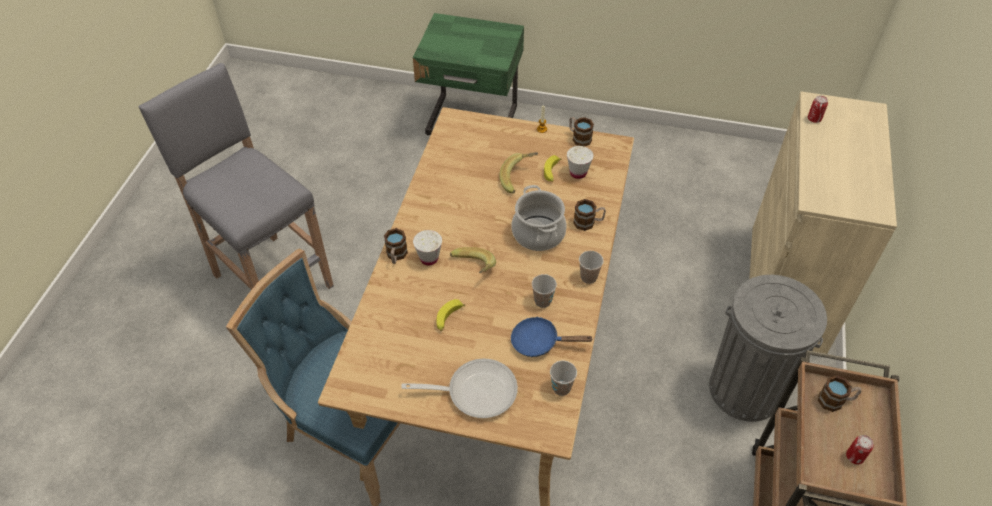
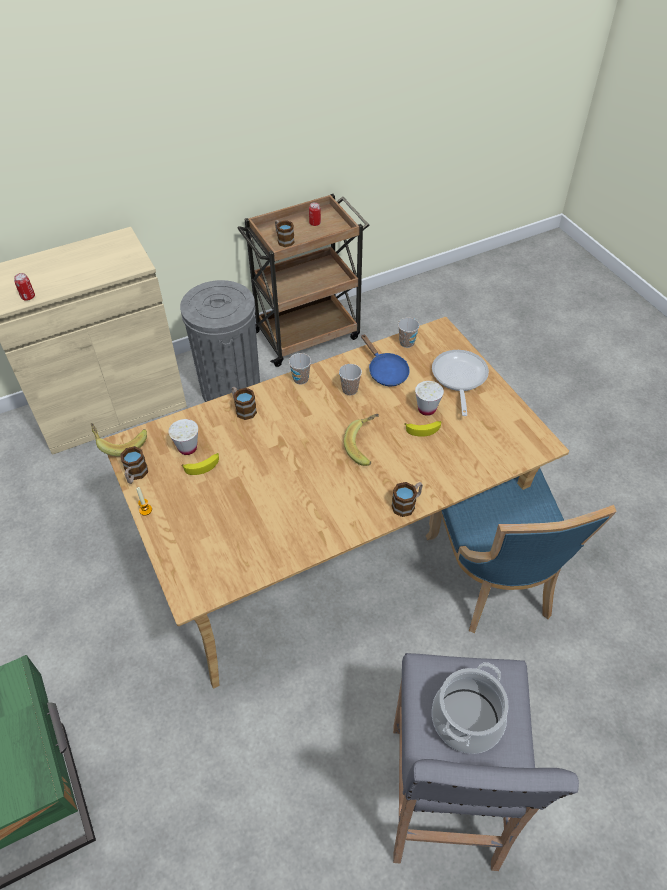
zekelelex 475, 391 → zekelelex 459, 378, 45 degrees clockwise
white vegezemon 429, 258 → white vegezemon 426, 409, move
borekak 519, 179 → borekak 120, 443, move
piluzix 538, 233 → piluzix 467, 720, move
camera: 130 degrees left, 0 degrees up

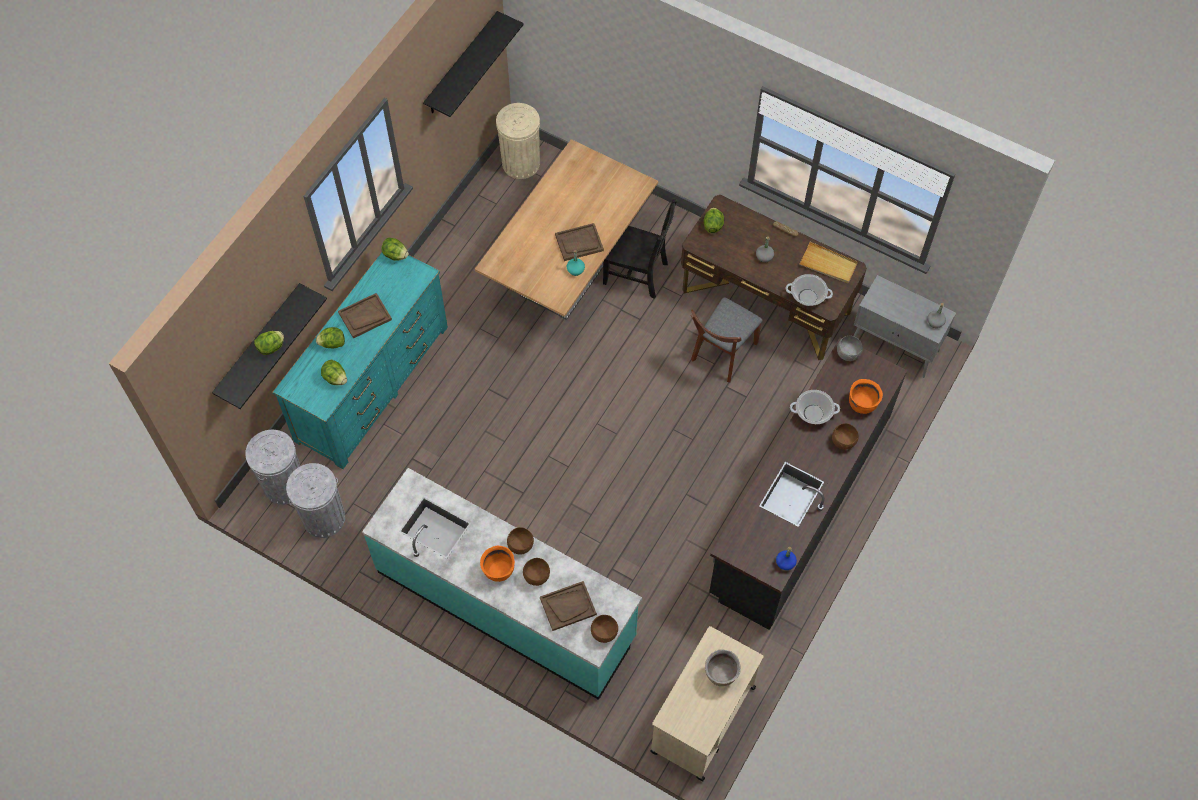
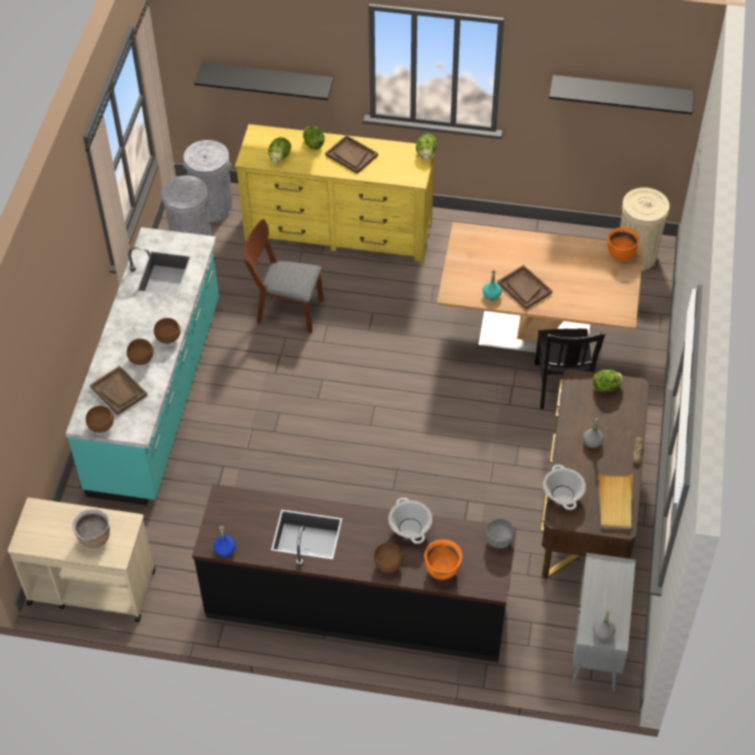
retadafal 271, 347 → -
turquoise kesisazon 372, 383 → yellow kesisazon 338, 230
orange piluzix 499, 571 → orange piluzix 620, 254, move
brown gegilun 721, 355 → brown gegilun 285, 309, move
camera: 70 degrees right, 10 degrees down

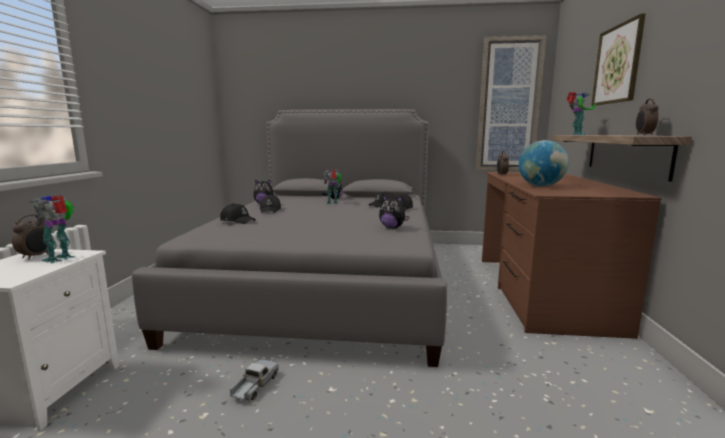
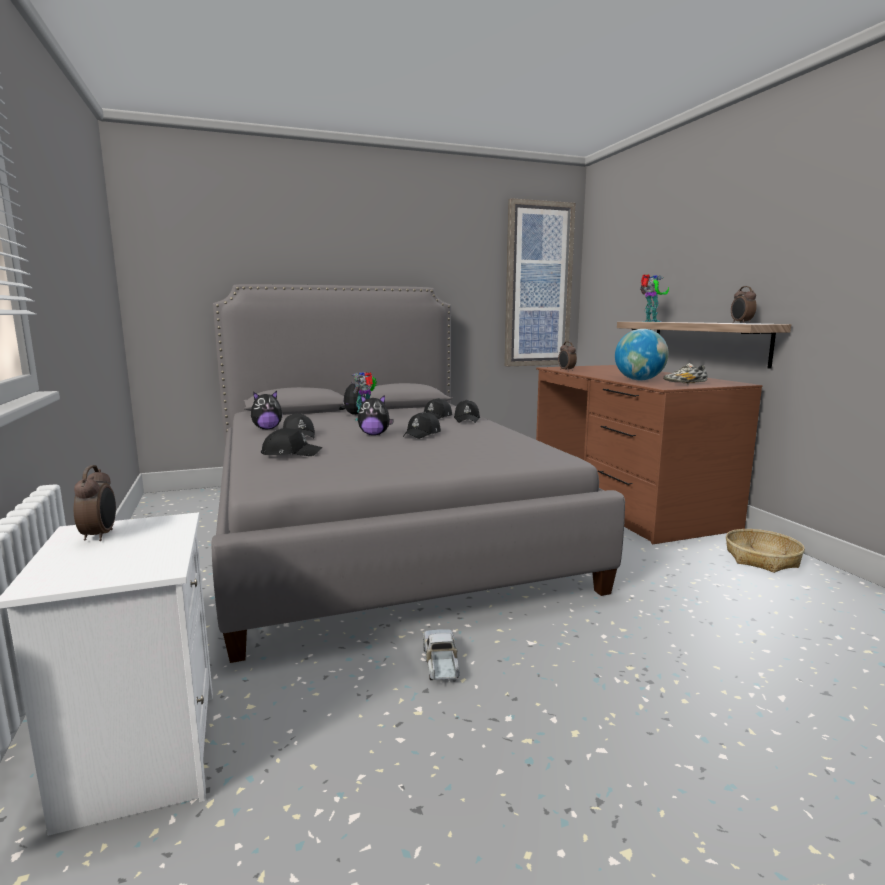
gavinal 61, 259 → -
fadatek 392, 227 → fadatek 374, 434, move
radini 617, 64 → -
- → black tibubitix 422, 434
- → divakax 685, 384
- → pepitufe 762, 559
camera: 25 degrees left, 0 degrees up

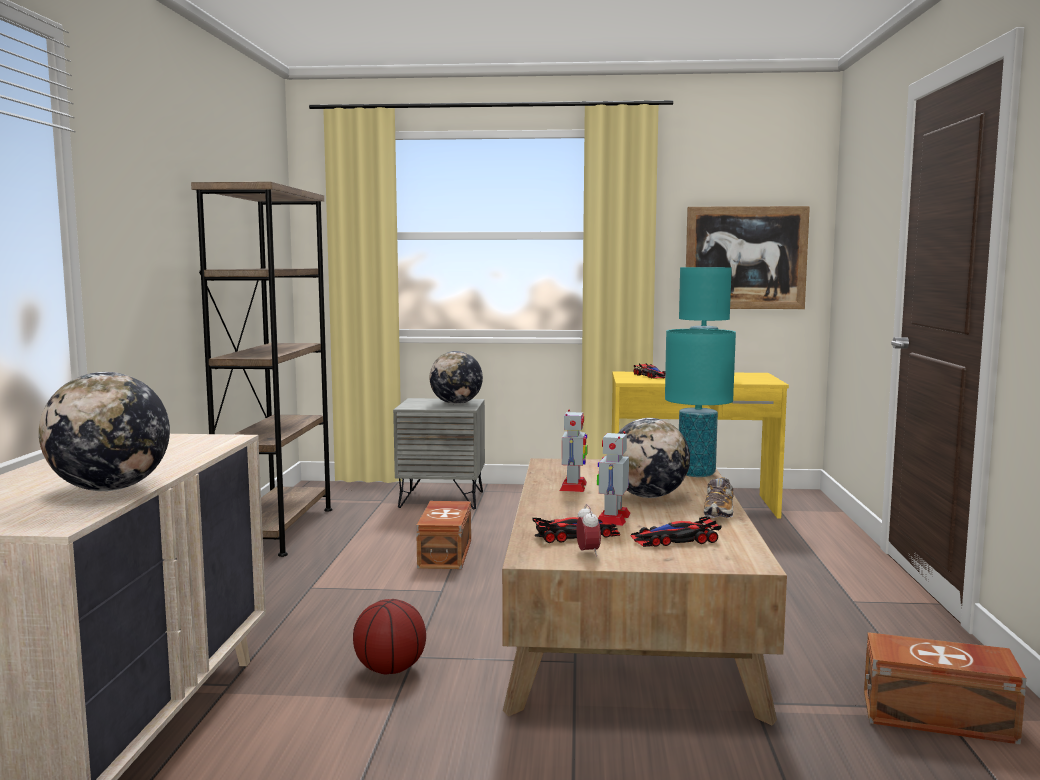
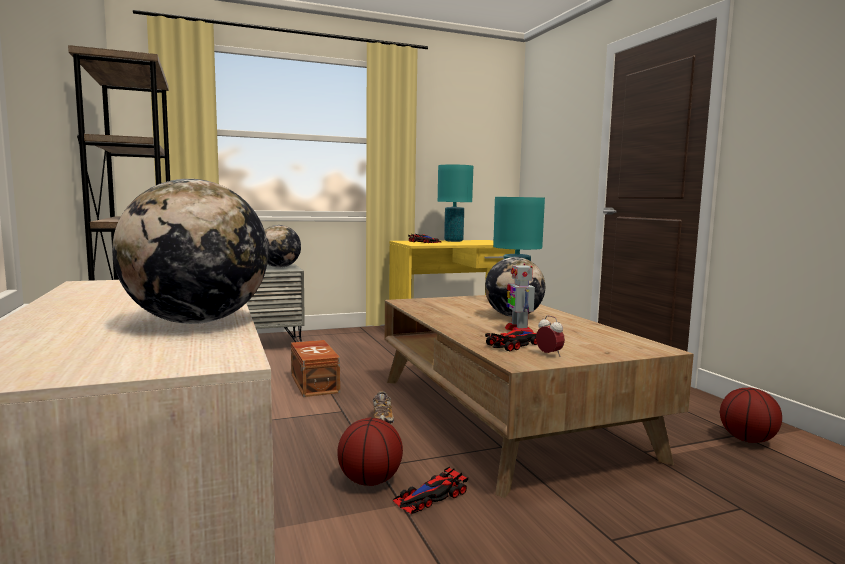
gavinal 573, 486 → -
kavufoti 675, 540 → kavufoti 430, 497, move
radini 745, 258 → -
divakax 719, 513 → divakax 382, 419, move
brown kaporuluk 940, 718 → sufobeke 748, 440
camera: 25 degrees left, 0 degrees up

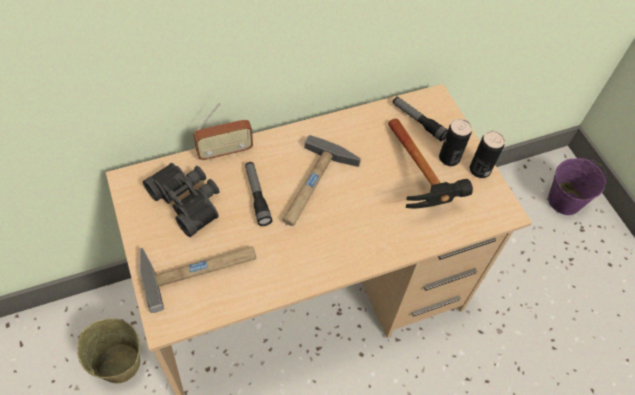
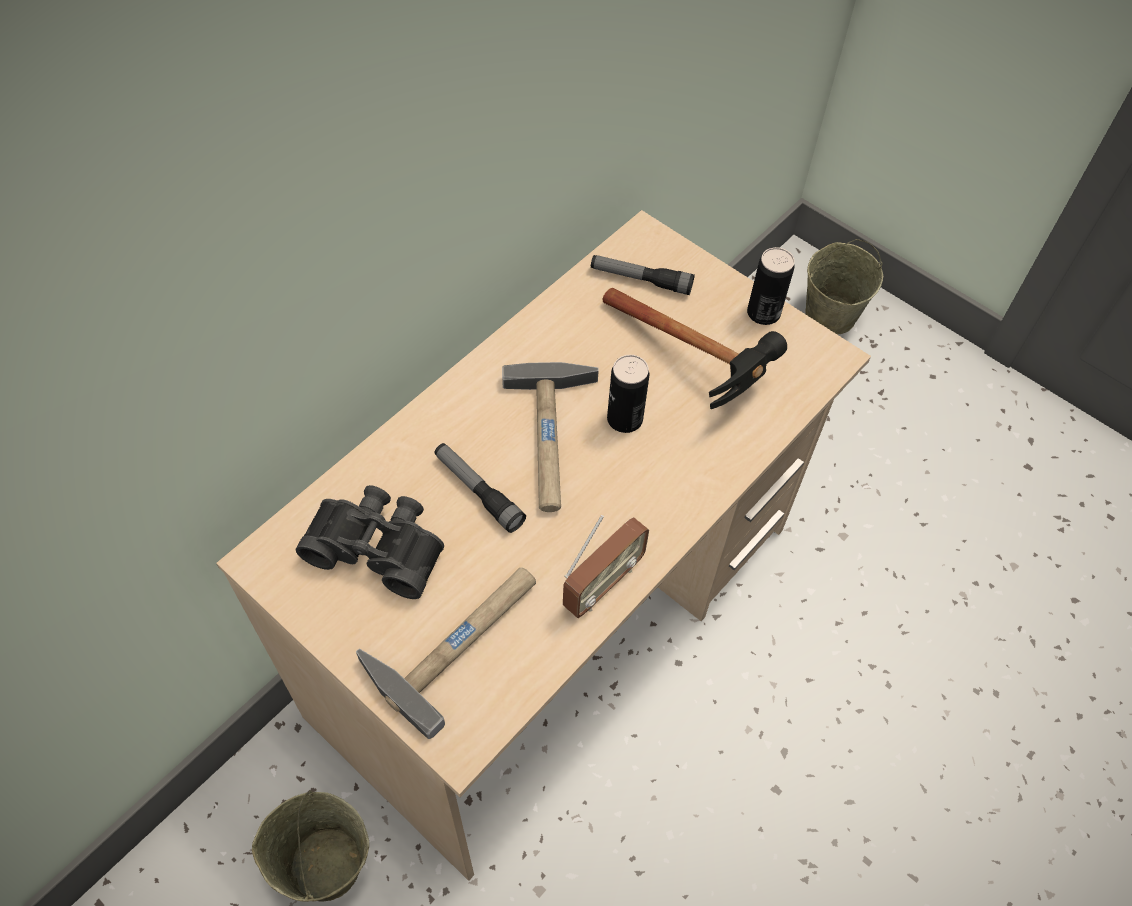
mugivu 225, 152 → mugivu 602, 584, move
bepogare 449, 158 → bepogare 624, 419, move
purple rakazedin 564, 200 → beige rakazedin 830, 314
camera: 25 degrees left, 0 degrees up

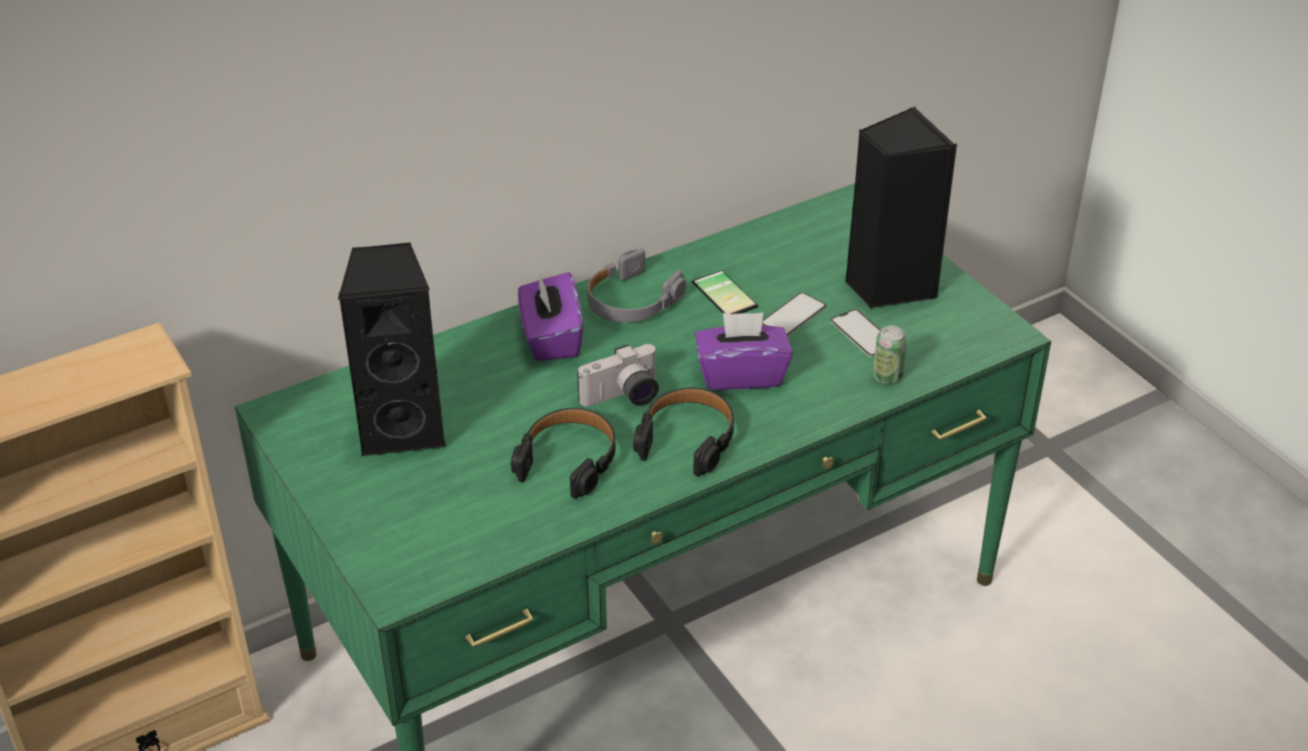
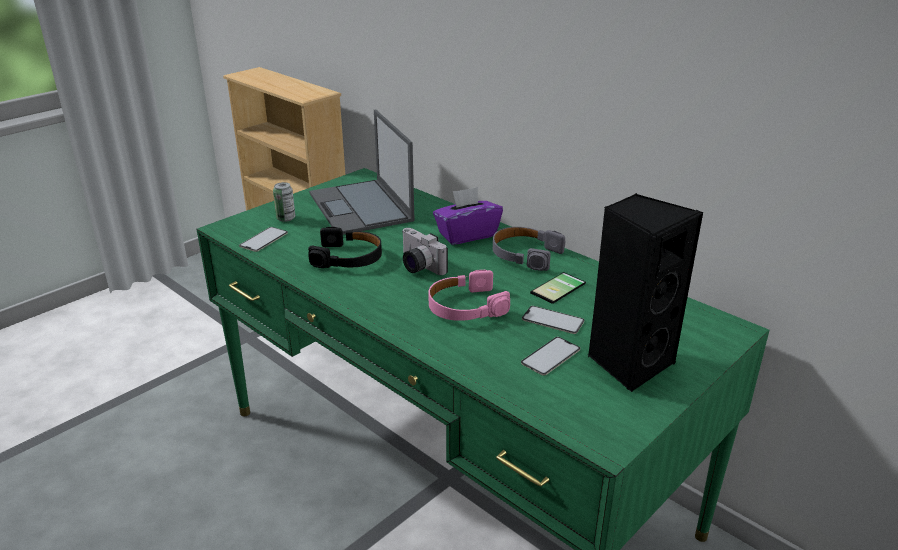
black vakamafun 403, 428 → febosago 361, 207
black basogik 687, 438 → -
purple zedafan 741, 374 → pink basogik 465, 307
bepogare 887, 377 → bepogare 286, 218, move
- → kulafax 263, 239
camera: 75 degrees right, 10 degrees down

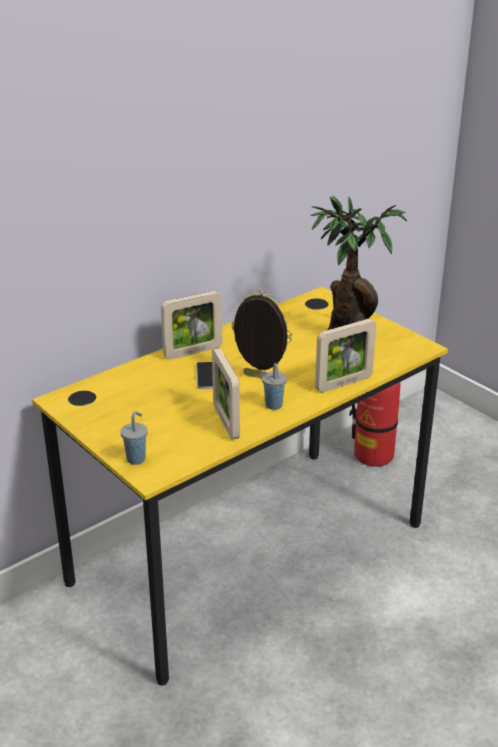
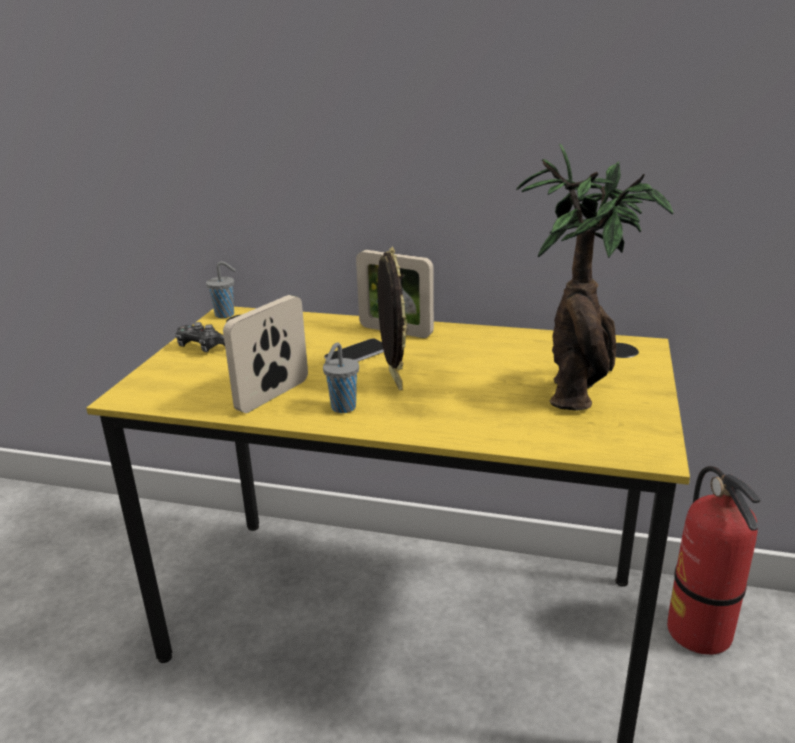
grey vegezemon 136, 458 → grey vegezemon 226, 315, move
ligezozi 343, 383 → -
- → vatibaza 203, 347
camera: 55 degrees right, 5 degrees down

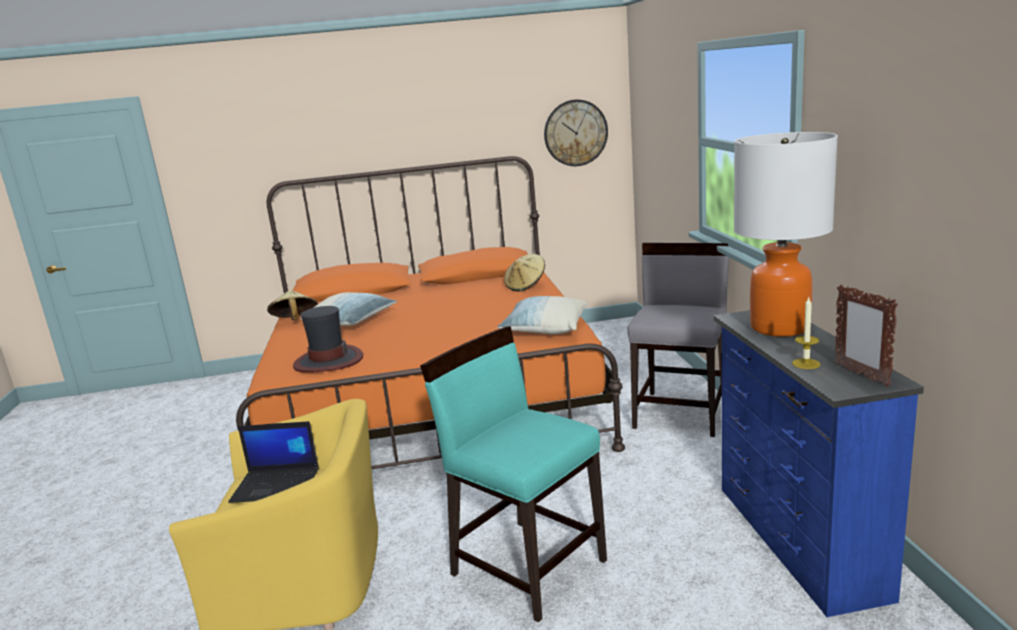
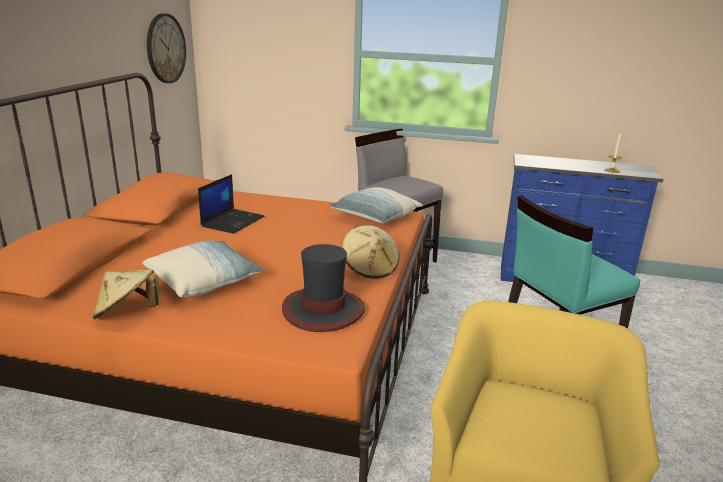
febosago 277, 485 → febosago 233, 221, move
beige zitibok 526, 286 → beige zitibok 370, 268, move
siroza 779, 327 → -
ligezozi 861, 375 → -
camera: 70 degrees left, 5 degrees up

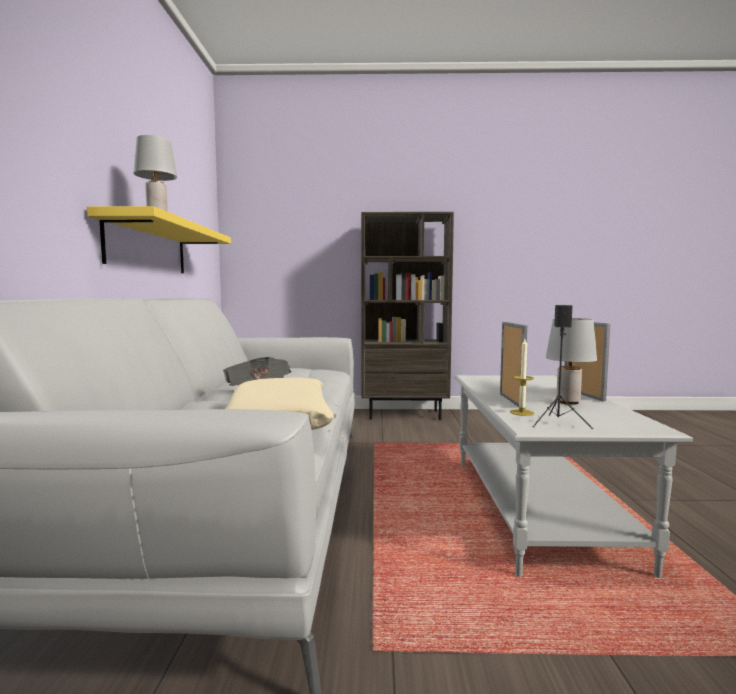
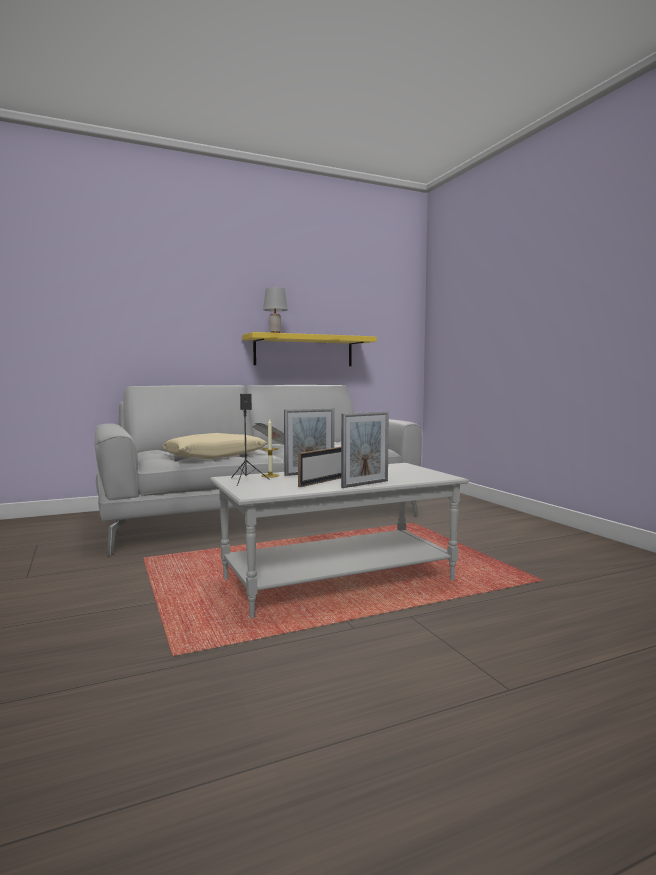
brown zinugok 404, 415 → -
grey siroza 567, 402 → ligezozi 323, 481
camera: 65 degrees right, 0 degrees up

